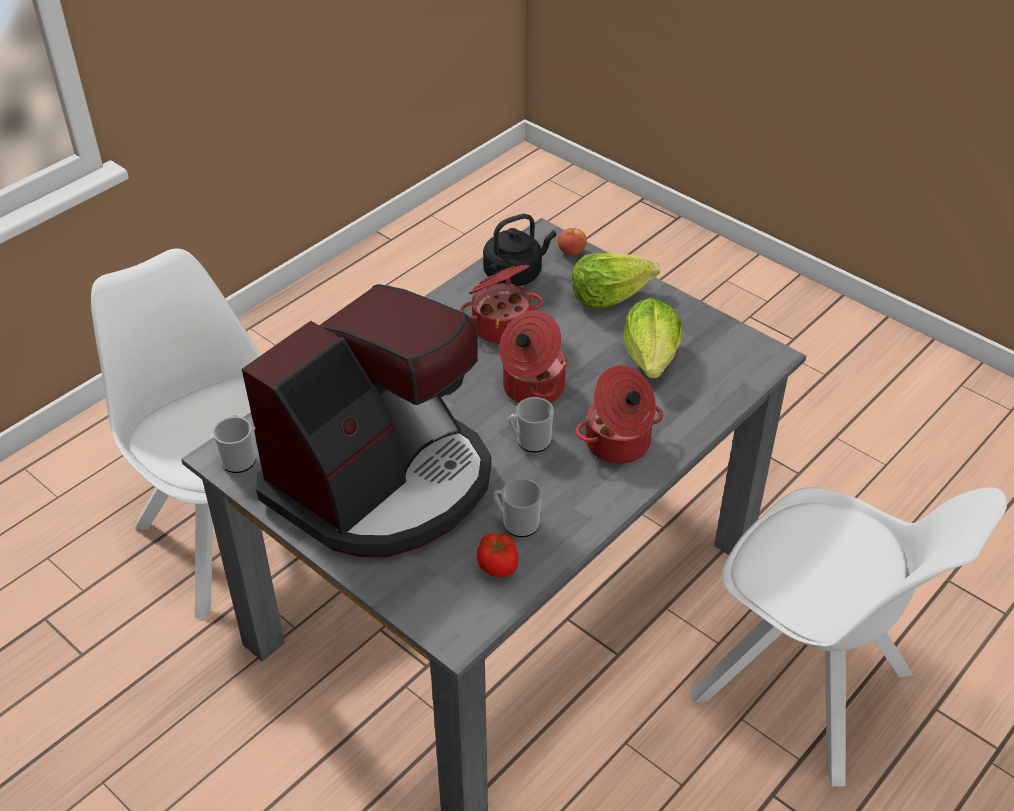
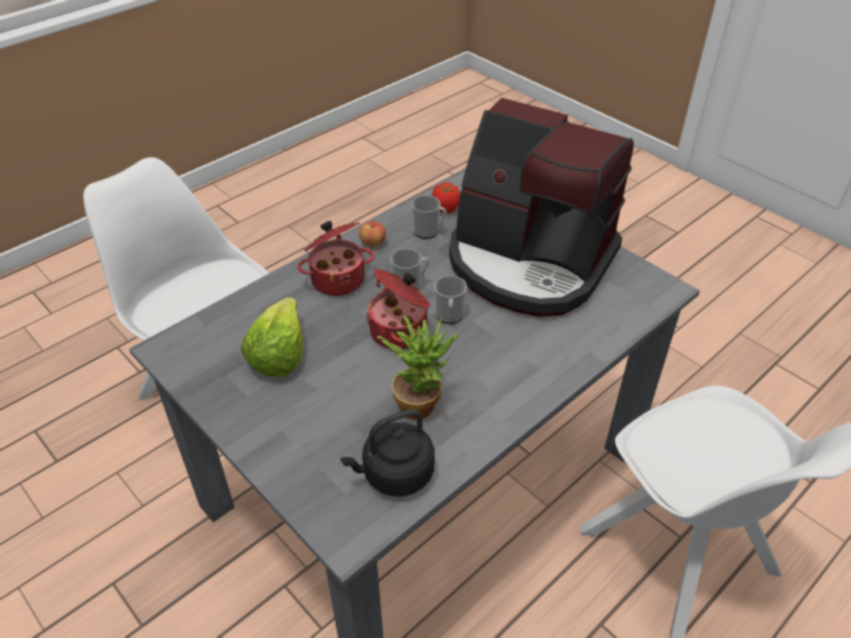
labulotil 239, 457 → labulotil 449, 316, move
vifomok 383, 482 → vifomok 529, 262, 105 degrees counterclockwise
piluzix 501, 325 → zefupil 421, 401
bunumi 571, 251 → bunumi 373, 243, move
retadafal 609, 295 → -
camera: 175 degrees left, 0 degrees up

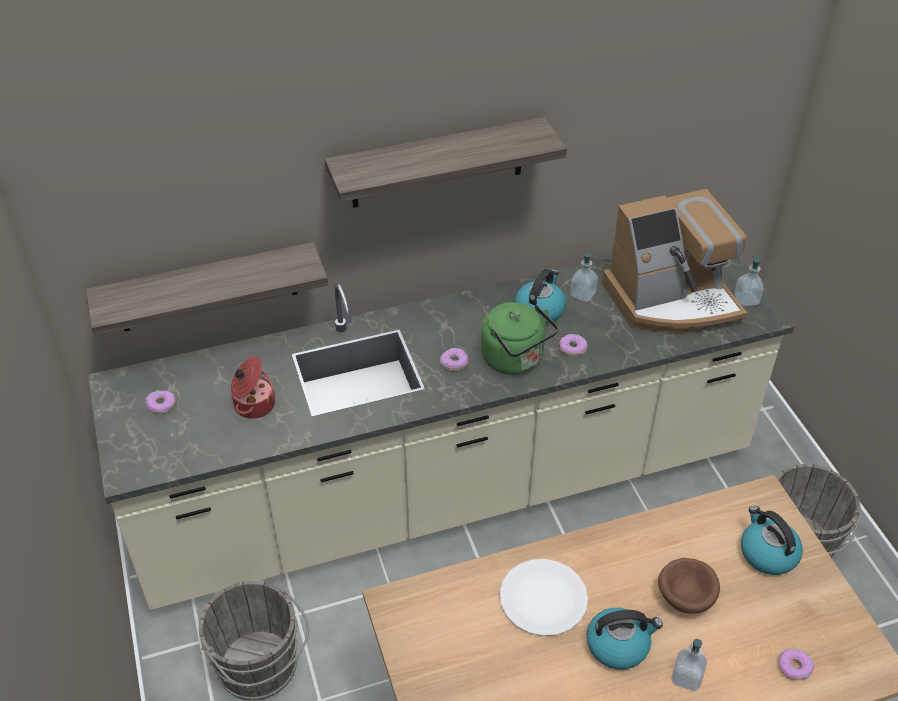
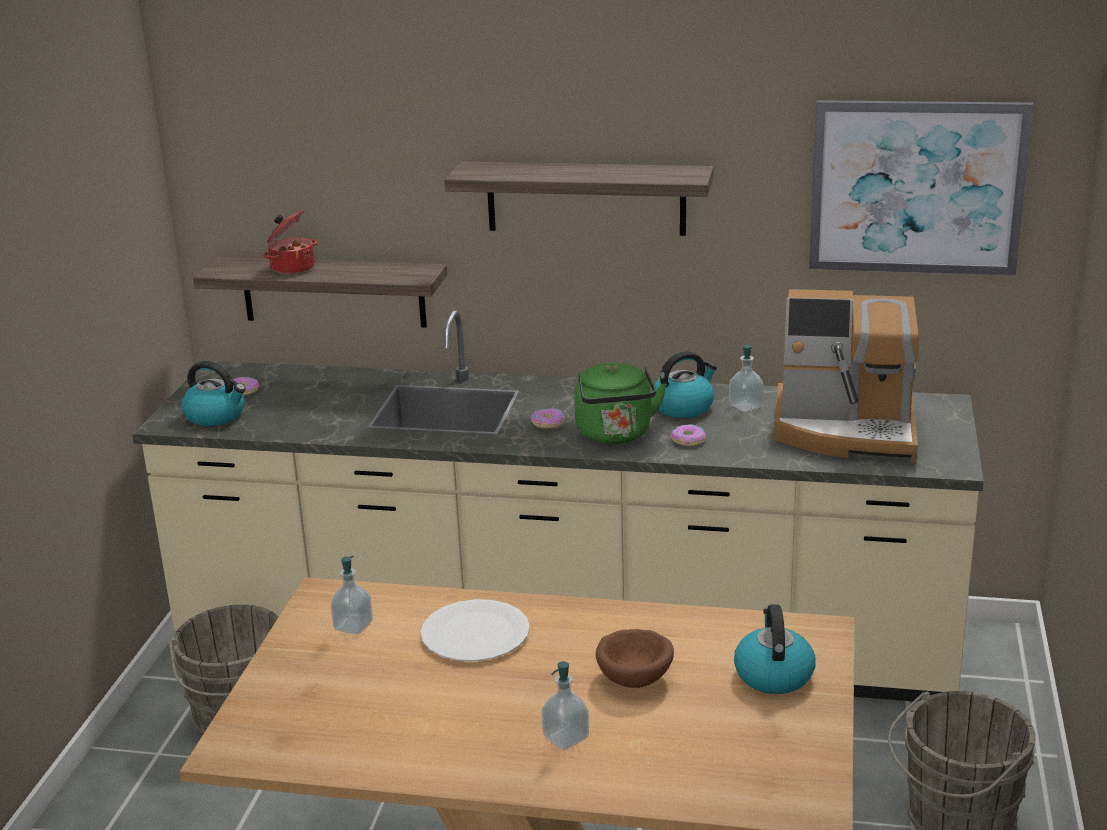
piluzix 253, 404 → piluzix 292, 267, move
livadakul 618, 645 → livadakul 216, 416, move
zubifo 746, 300 → zubifo 353, 626, move
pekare 794, 667 → -
- → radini 916, 187
camera: 30 degrees right, 20 degrees down

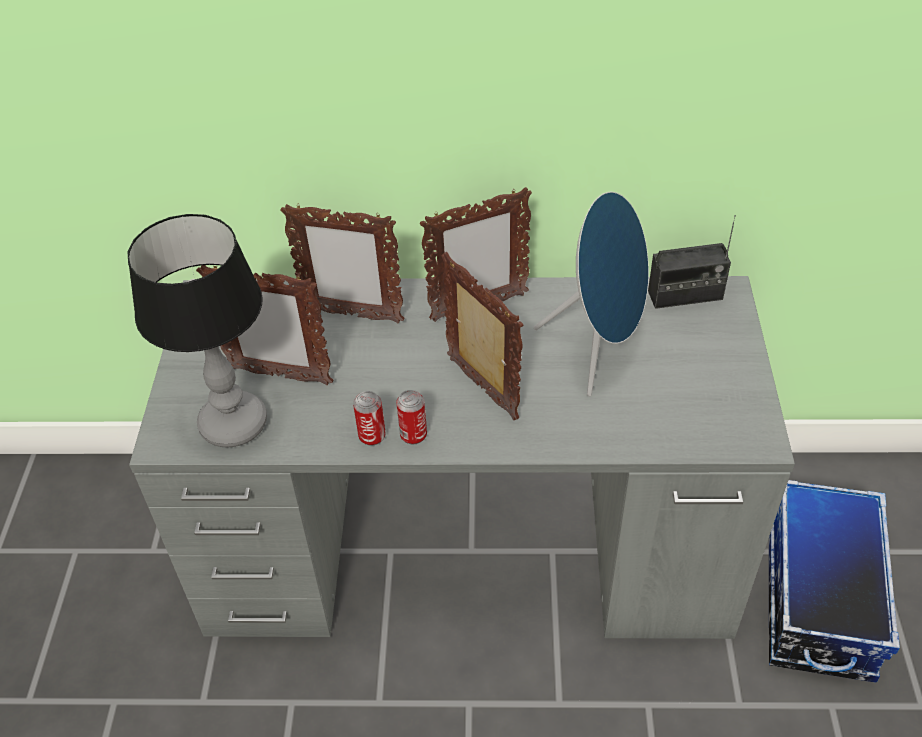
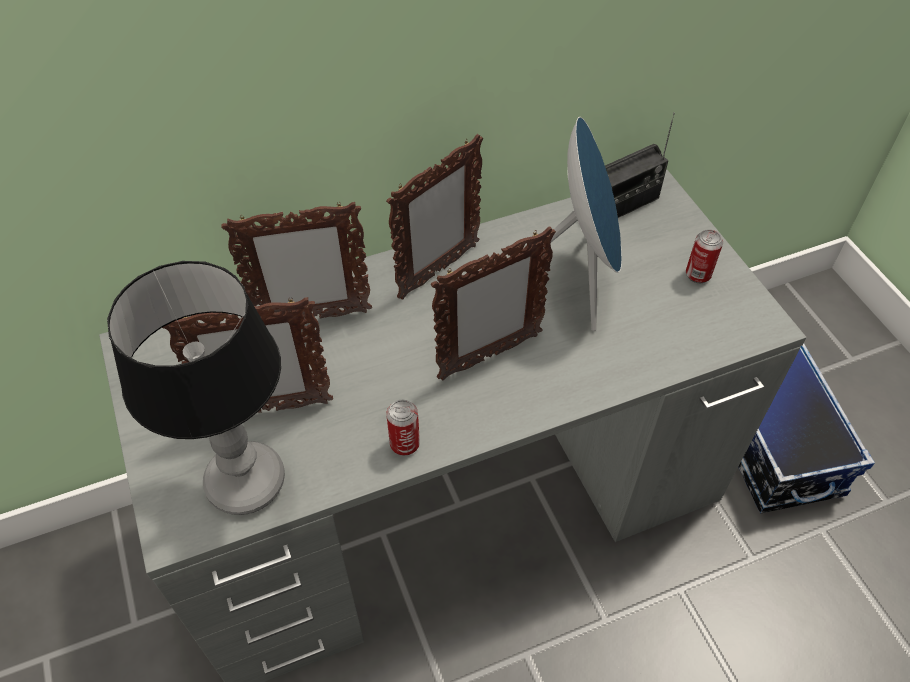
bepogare 413, 435 → bepogare 698, 275, move
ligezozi 482, 389 → ligezozi 488, 356, 120 degrees clockwise
camera: 25 degrees left, 5 degrees up

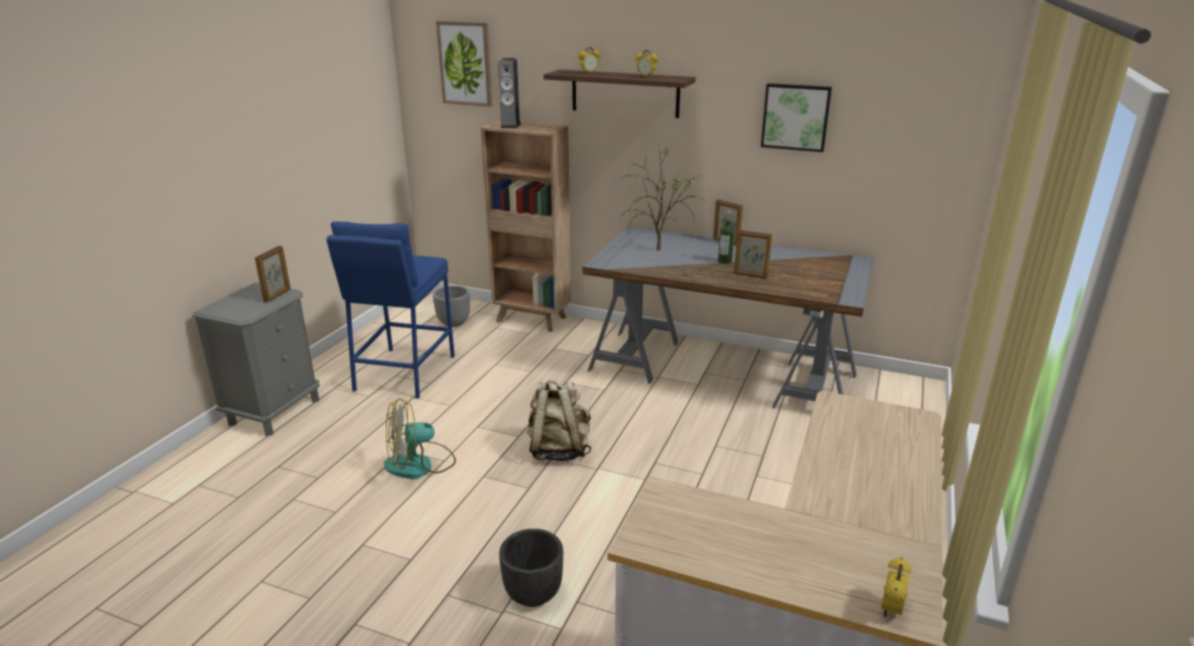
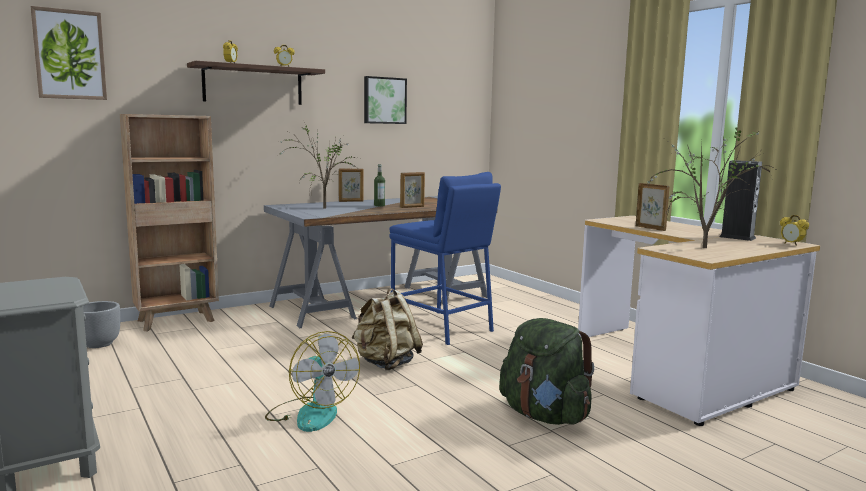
ligezozi 278, 295 → ligezozi 650, 228, move
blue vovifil 403, 373 → blue vovifil 442, 327, move
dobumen 420, 464 → dobumen 311, 413, 45 degrees counterclockwise
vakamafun 510, 125 → vakamafun 737, 237, move
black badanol 533, 594 → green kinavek 544, 415
- → zefupil 704, 247
camera: 55 degrees left, 15 degrees down

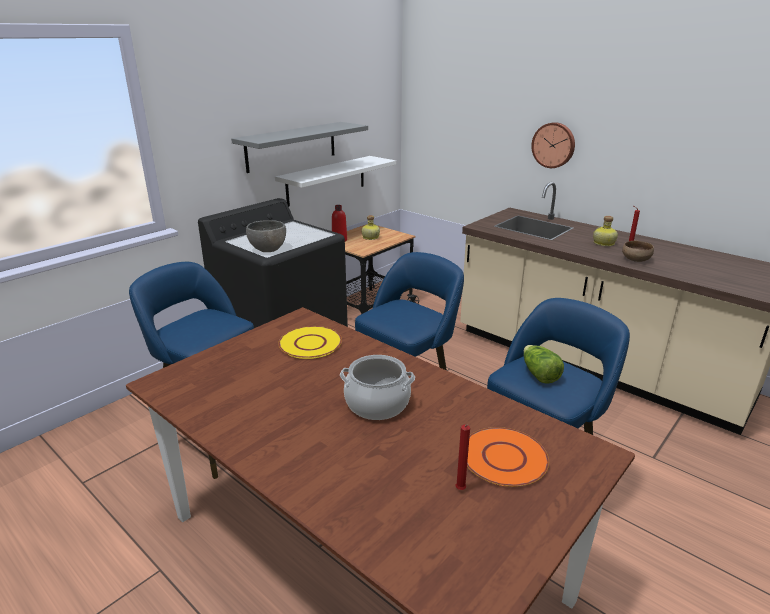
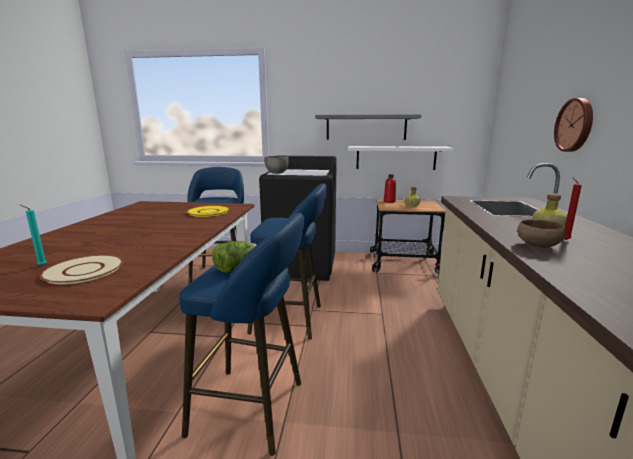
piluzix 377, 403 → -
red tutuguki 460, 490 → turquoise tutuguki 41, 266
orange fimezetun 504, 458 → beige fimezetun 84, 270
camera: 55 degrees right, 10 degrees down

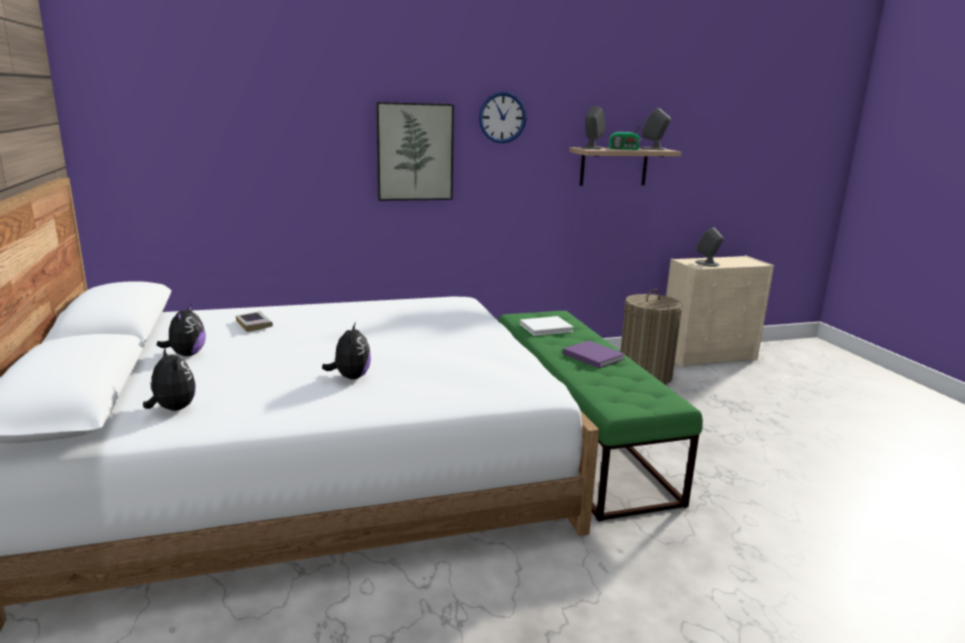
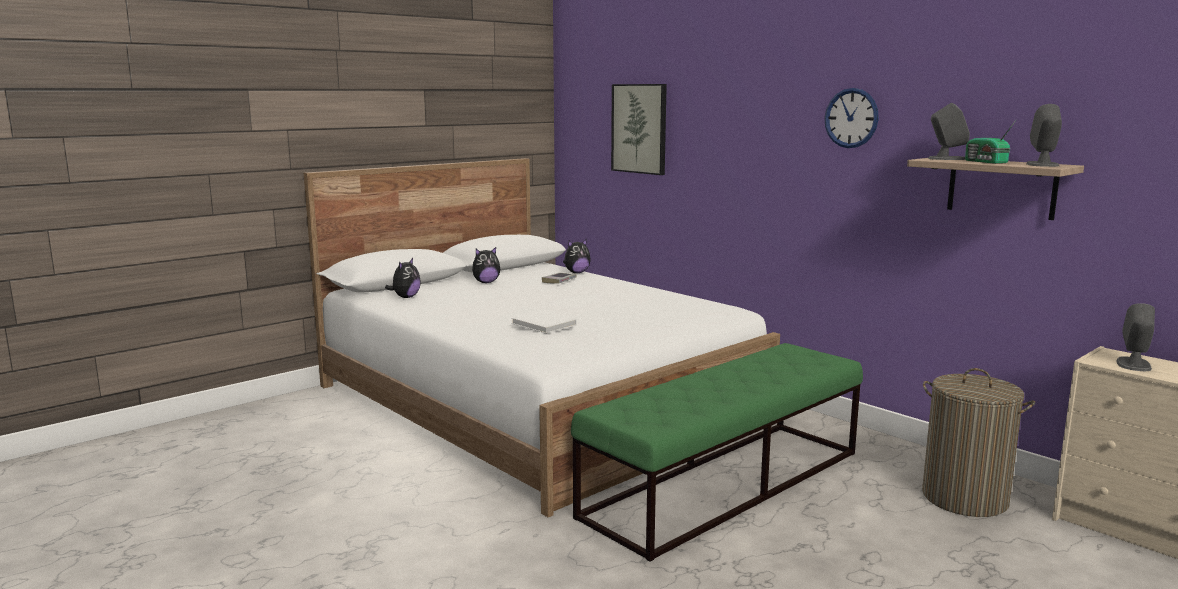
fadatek 350, 377 → fadatek 576, 272, move
radini 414, 152 → radini 639, 128, move
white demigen 547, 327 → white demigen 545, 324, move
purple demigen 592, 356 → -
camera: 65 degrees right, 5 degrees down

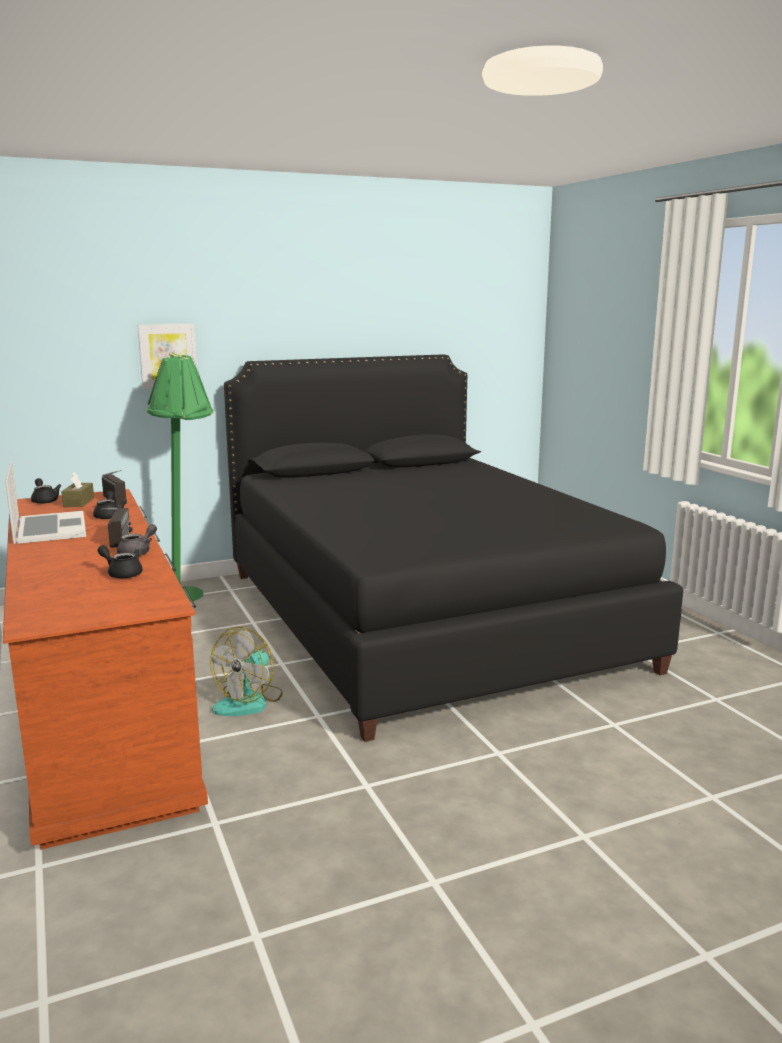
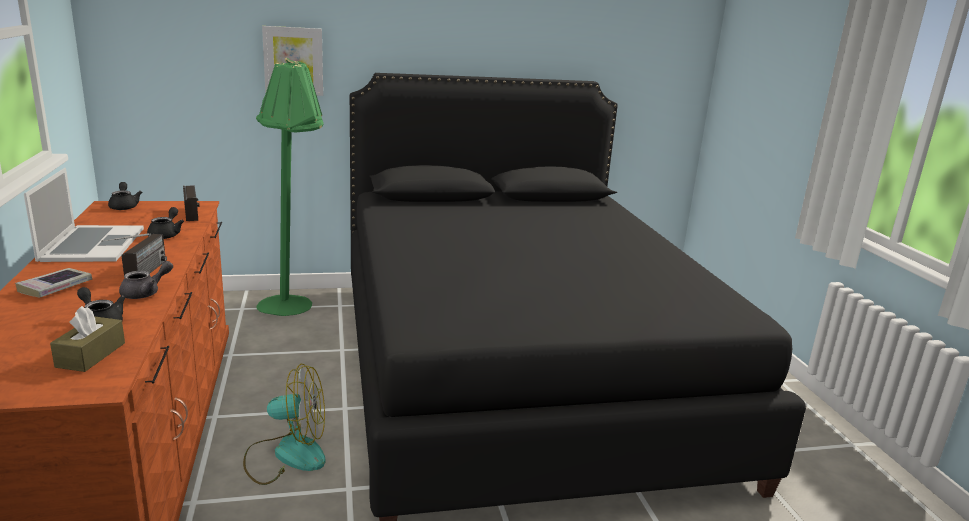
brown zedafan 78, 502 → brown zedafan 91, 355, move
dobumen 249, 701 → dobumen 286, 455, 135 degrees counterclockwise
- → demigen 55, 287
camera: 10 degrees right, 5 degrees up

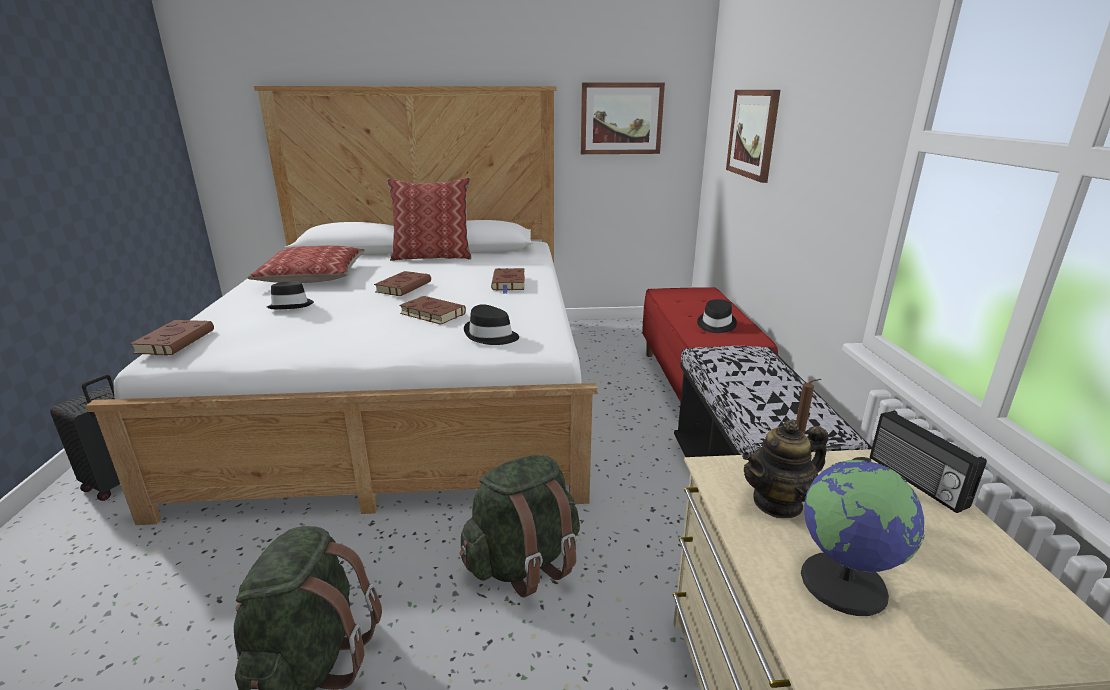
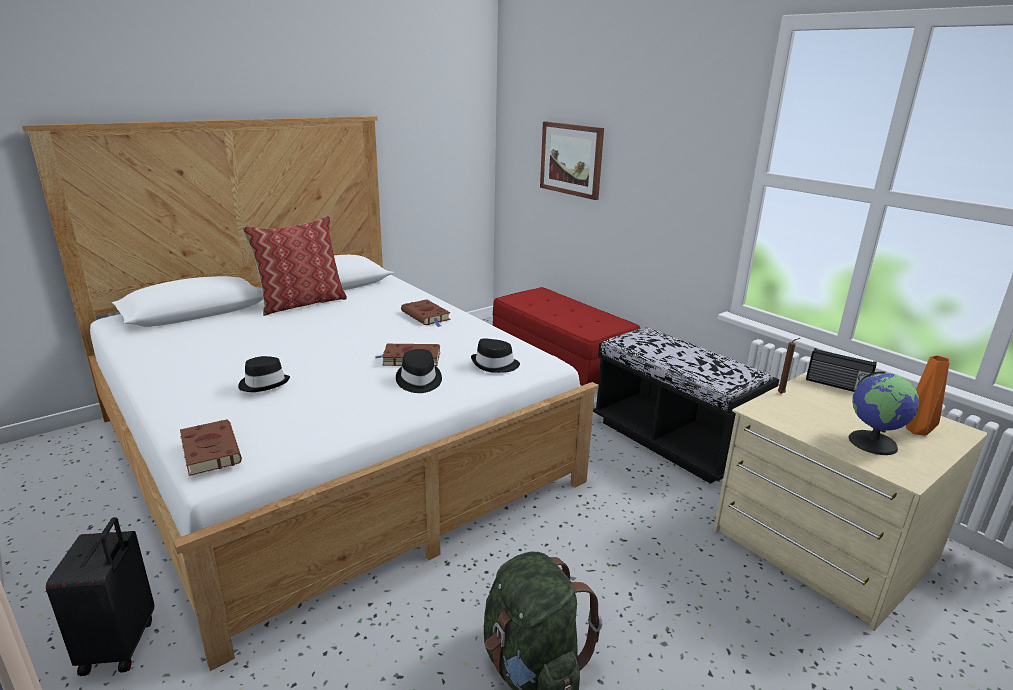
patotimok 313, 276 → -
brown demigen 404, 287 → -
green kinavek 523, 563 → -
radini 621, 118 → -
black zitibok 715, 324 → black zitibok 418, 380, move
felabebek 777, 503 → -
- → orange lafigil 917, 430
camera: 35 degrees left, 0 degrees up

